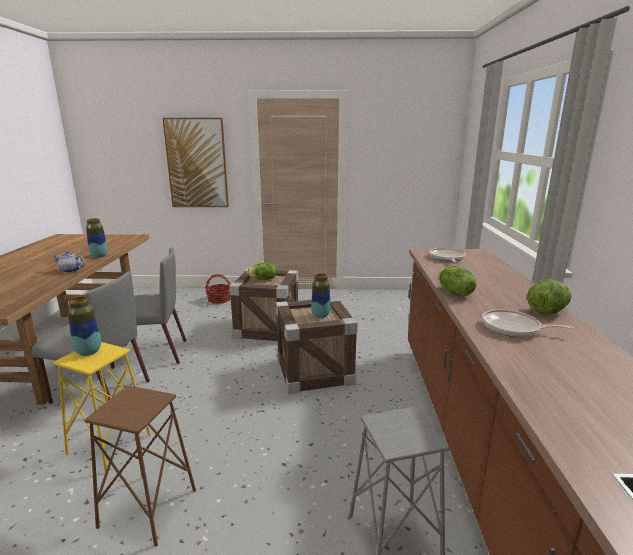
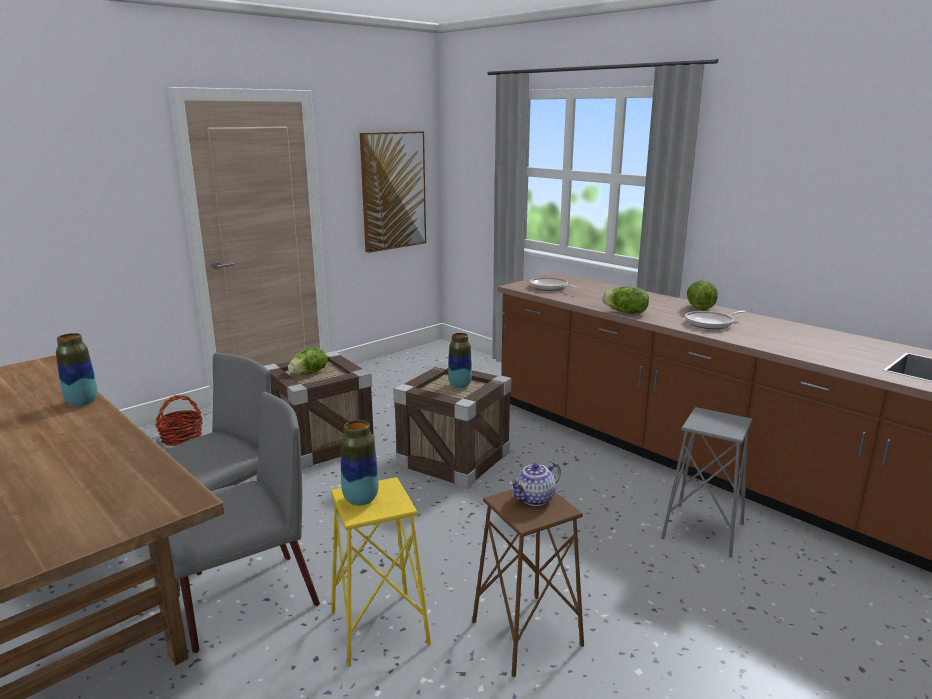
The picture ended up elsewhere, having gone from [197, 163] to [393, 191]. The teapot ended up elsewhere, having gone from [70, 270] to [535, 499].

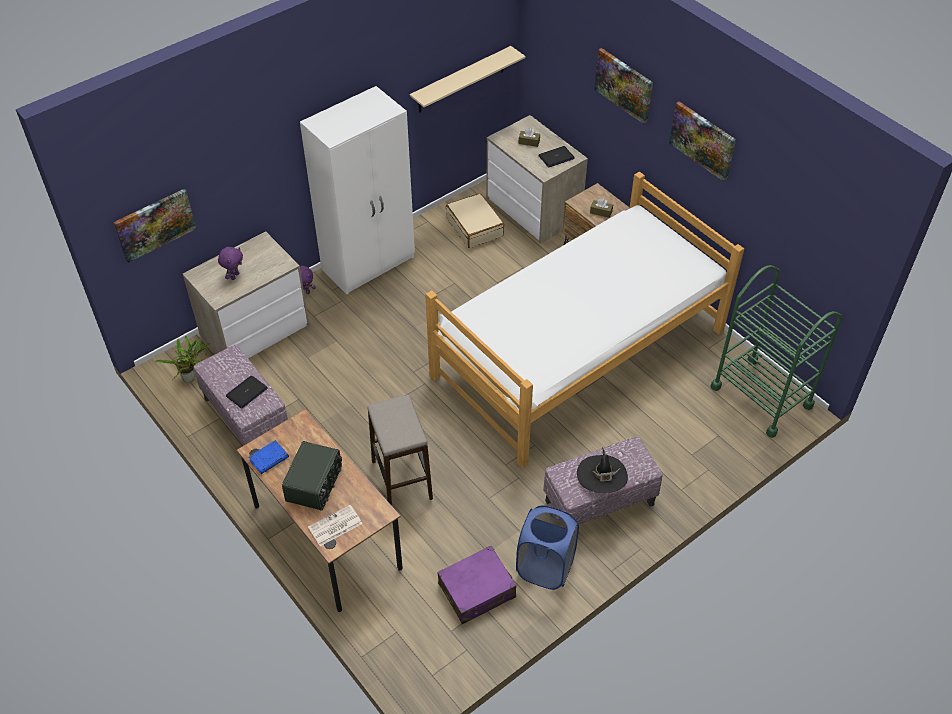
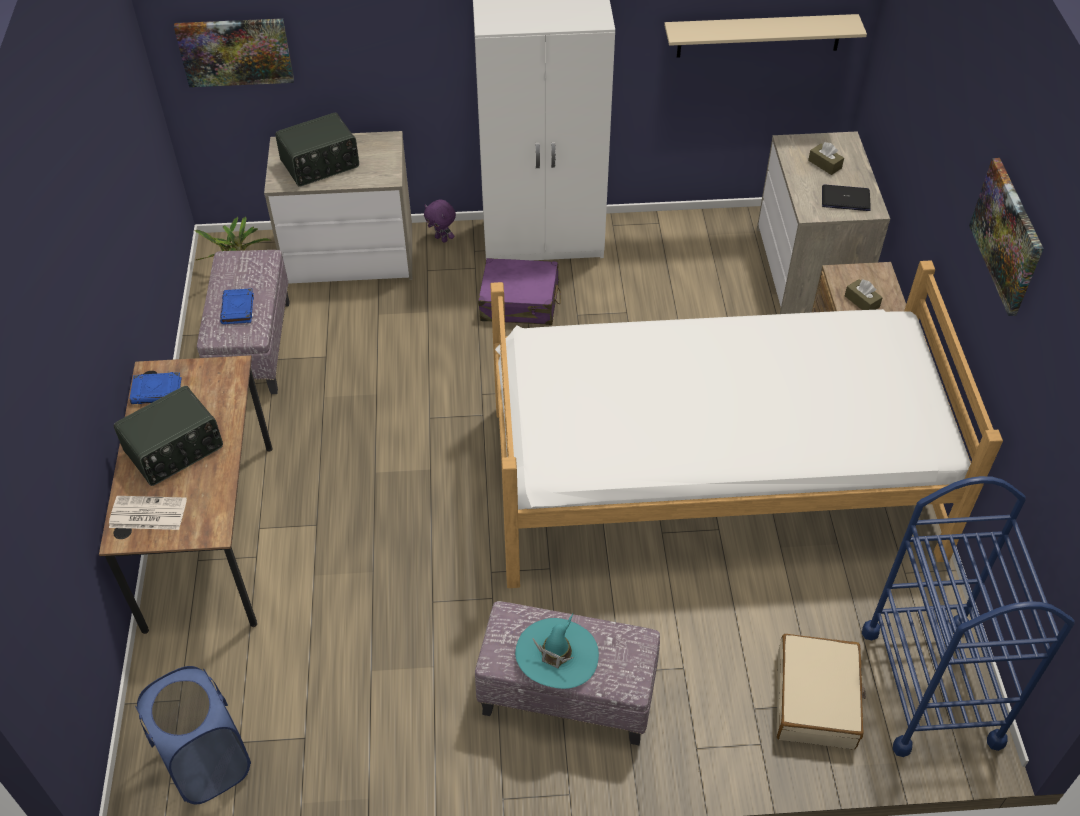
The blue laundry basket ended up elsewhere, having gone from [545, 567] to [207, 762]. Where the laptop stood at [246, 392], the blue book came to stand at [238, 309]. Where the purple plush toy stood at [234, 276], the radio came to stand at [320, 165]. The purple suitcase ended up elsewhere, having gone from [477, 590] to [520, 302]. What was the black hat at [602, 476] turned into the turquoise hat at [557, 655]. The beige suitcase ended up elsewhere, having gone from [475, 227] to [816, 699]. What was the green cart at [761, 396] turned into the blue cart at [931, 686]. The second view lost the stool at [402, 479]. The second view lost the picture at [624, 85].

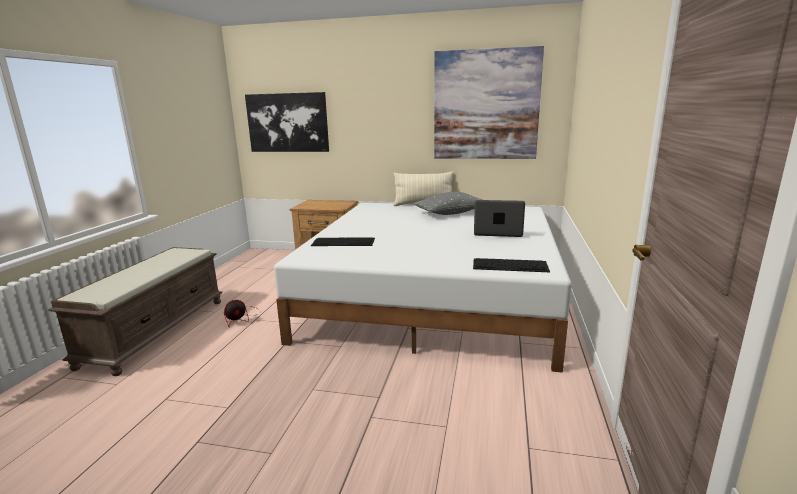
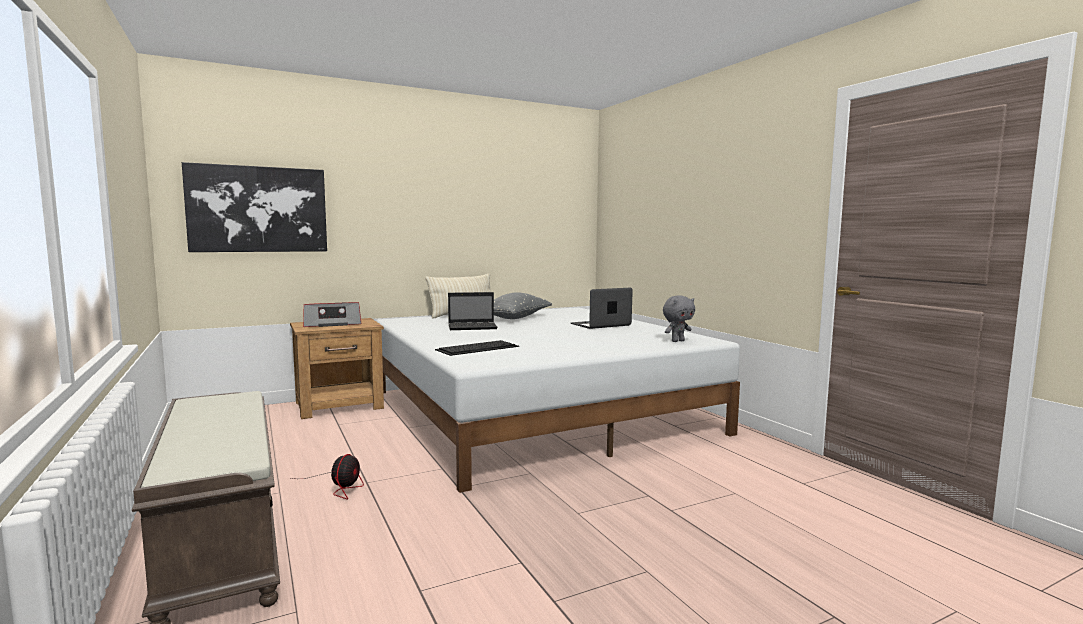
The second view gained the radio at [332, 324]. The second view gained the laptop at [473, 327]. Where the keyboard stood at [510, 265], the grey plush toy came to stand at [677, 341]. The second view lost the picture at [485, 105].

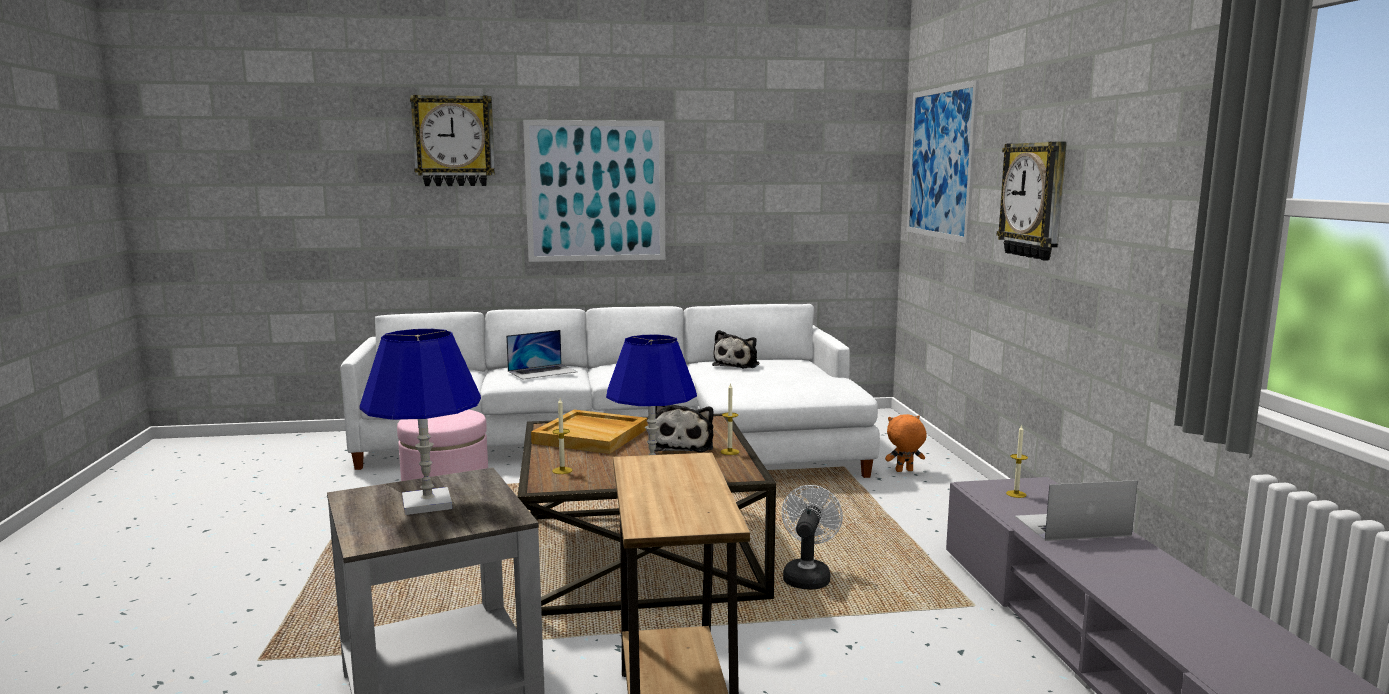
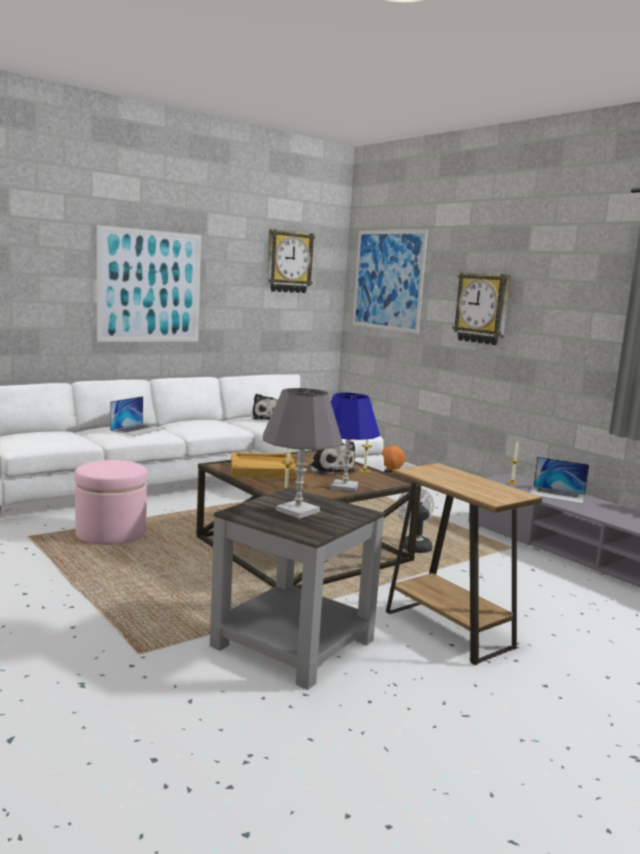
What was the blue table lamp at [427, 503] turned into the grey table lamp at [298, 511]. The wall clock ended up elsewhere, having gone from [454, 141] to [288, 262]. The laptop at [1071, 526] ended up facing another way, 120 degrees counterclockwise from before.

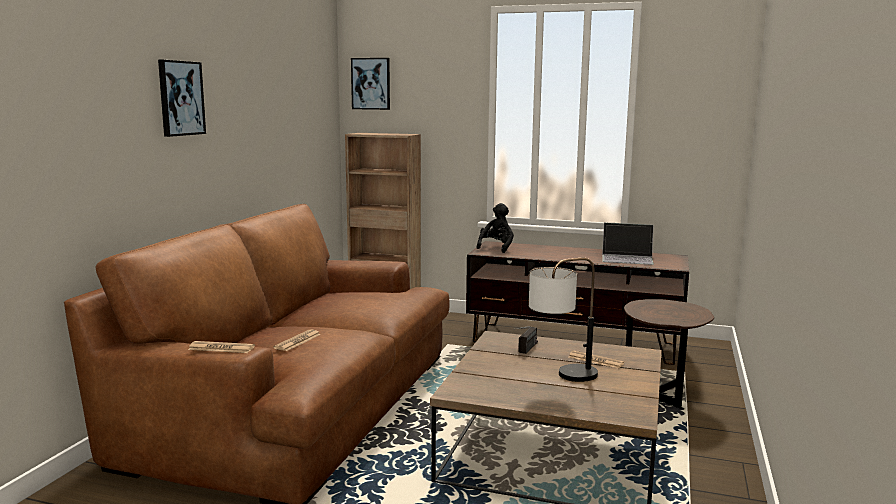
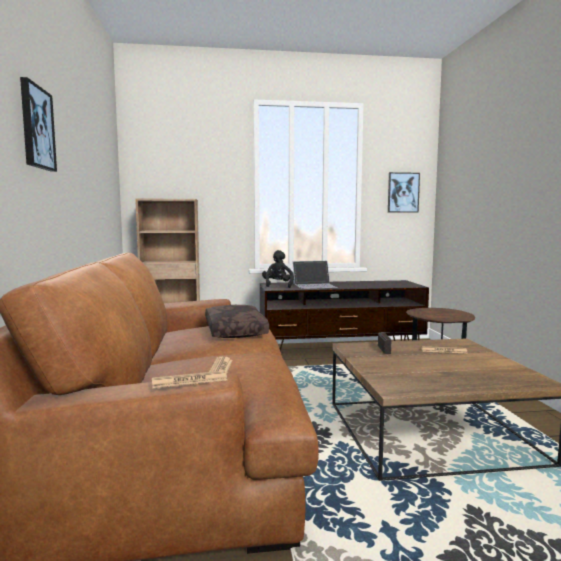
The second view gained the brown pillow at [233, 330]. The laptop ended up elsewhere, having gone from [627, 258] to [315, 285]. The picture ended up elsewhere, having gone from [371, 83] to [403, 192]. The second view lost the table lamp at [561, 377].

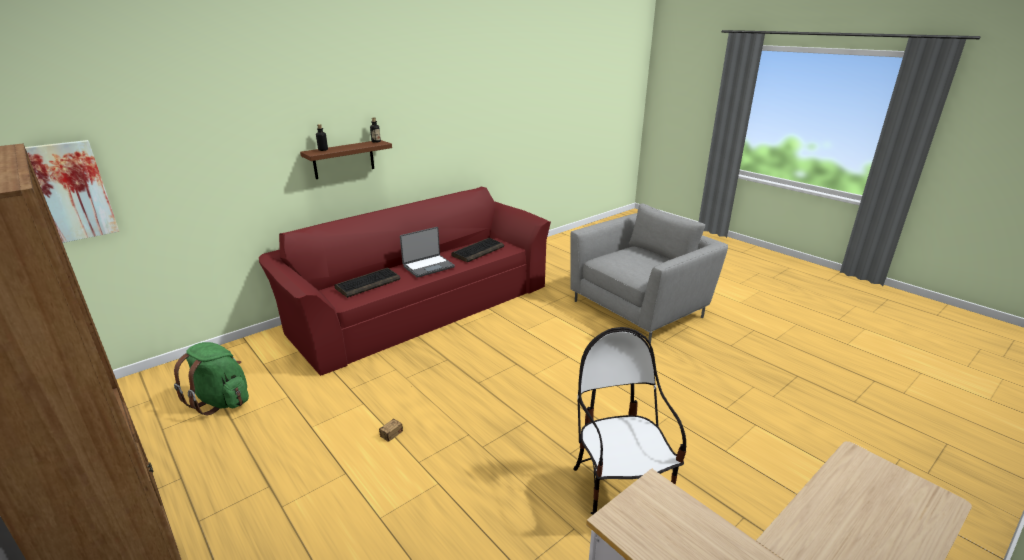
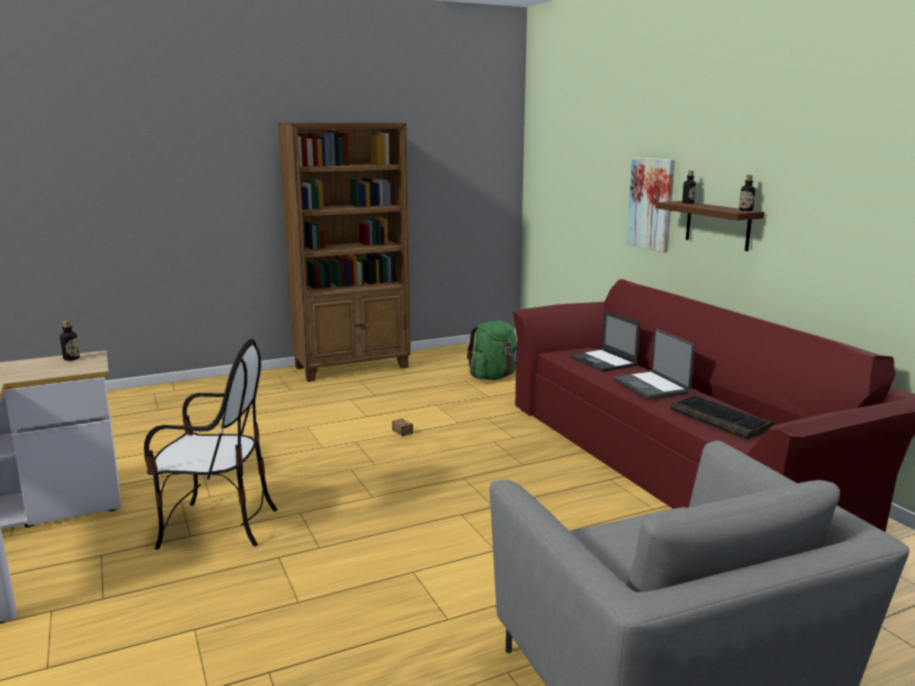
The second view gained the bottle at [71, 358]. Where the keyboard stood at [368, 283], the laptop came to stand at [603, 361]. The picture ended up elsewhere, having gone from [66, 192] to [651, 204].

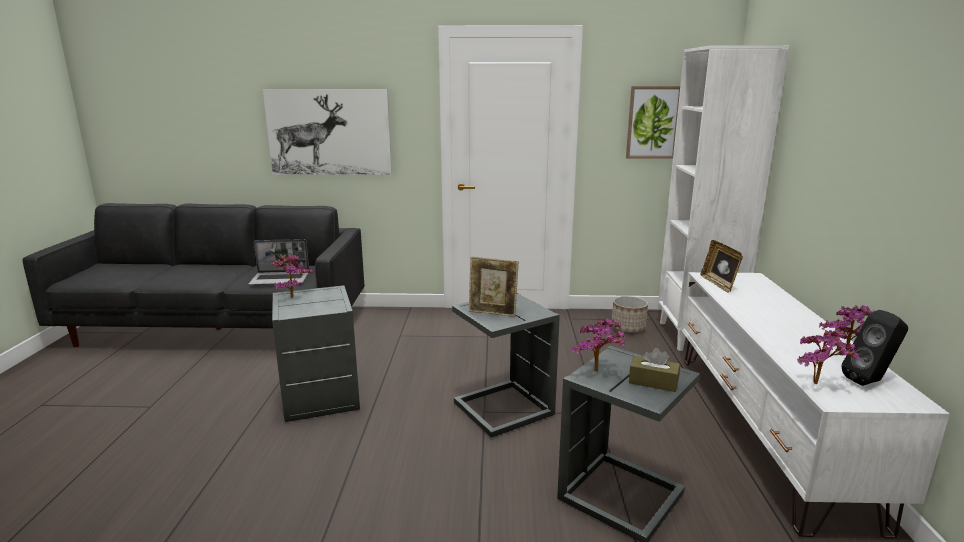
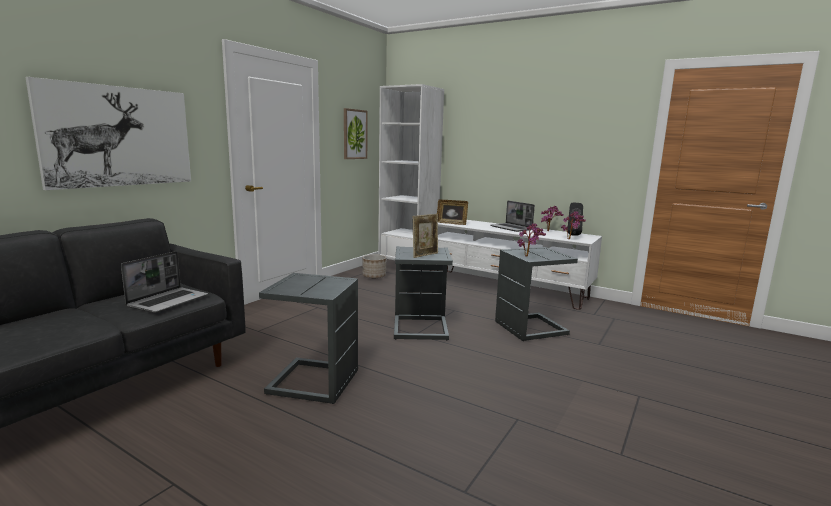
The second view gained the laptop at [511, 228]. The second view lost the potted plant at [291, 296]. The second view lost the brown tissue box at [653, 382].

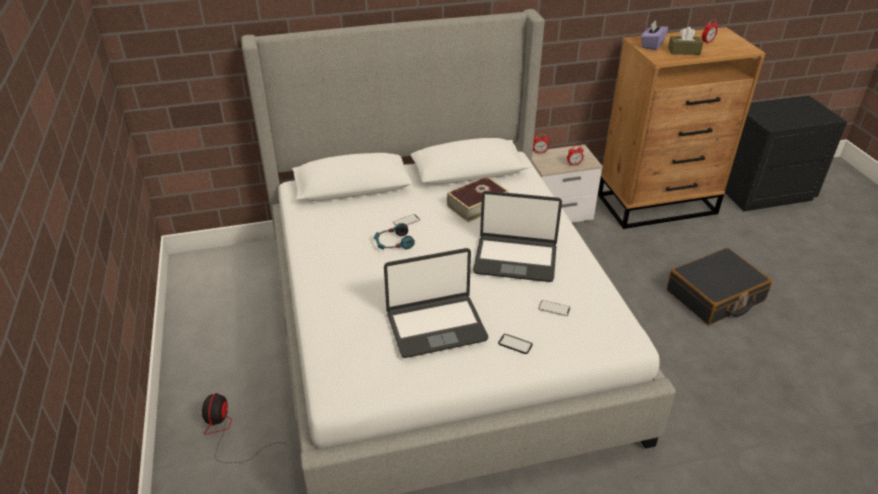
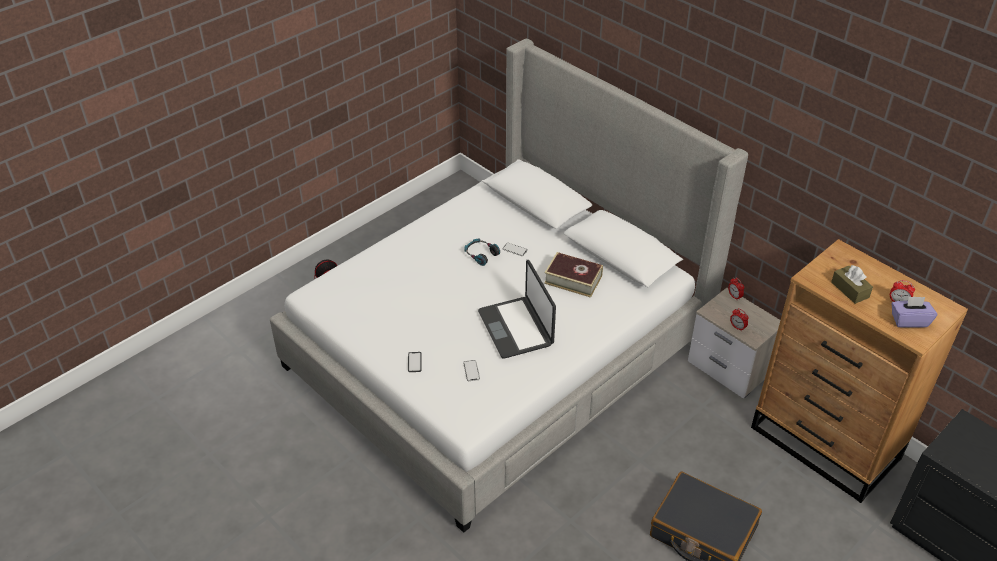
The purple tissue box ended up elsewhere, having gone from [652, 45] to [909, 320]. The second view lost the laptop at [436, 326].

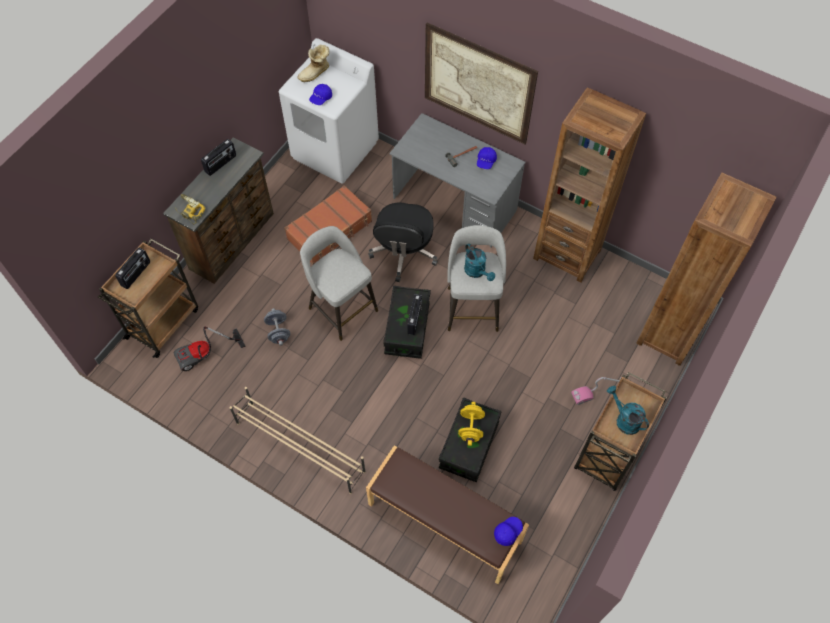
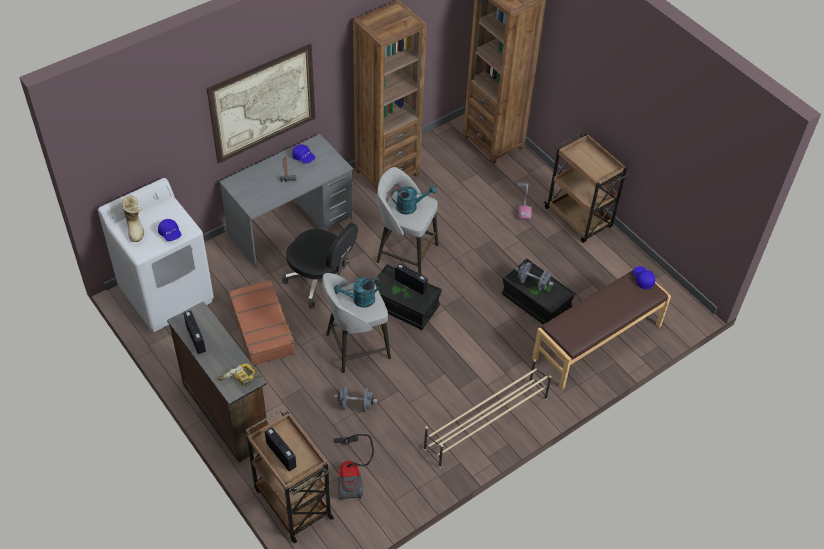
The turquoise watering can ended up elsewhere, having gone from [624, 419] to [359, 300]. What was the yellow dumbbell at [471, 428] turned into the grey dumbbell at [532, 283].

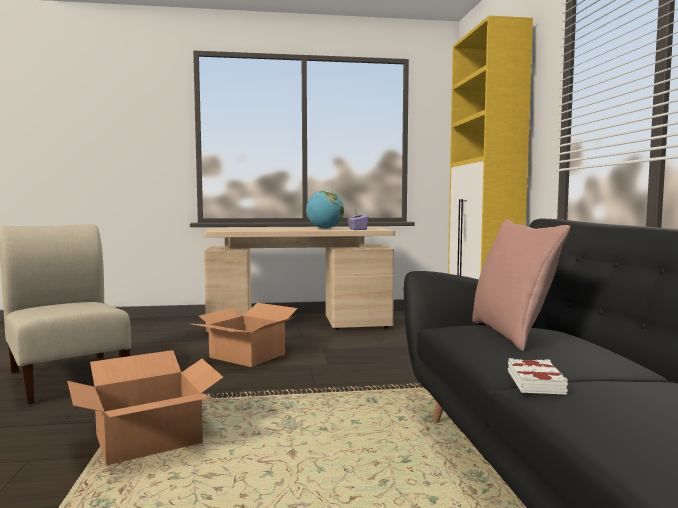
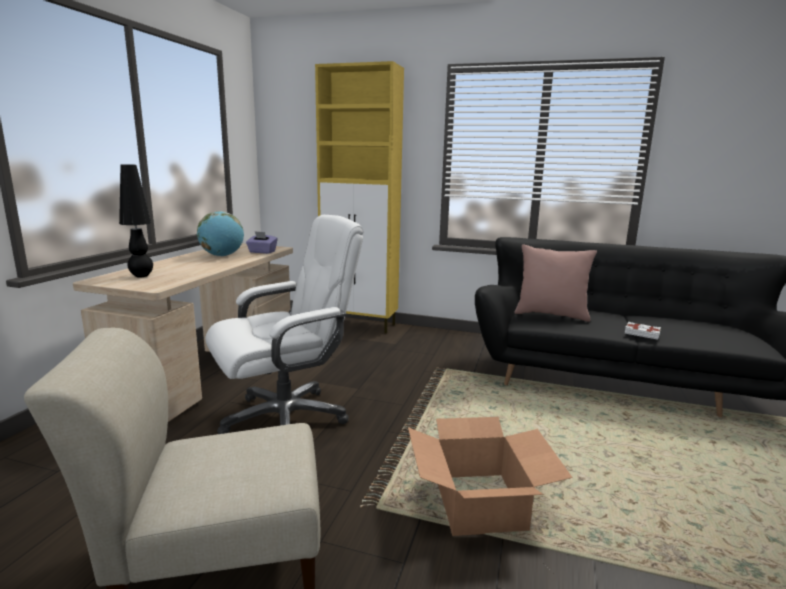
The second view gained the black table lamp at [141, 276]. Where the cardboard box stood at [247, 356], the white office chair came to stand at [286, 418].

